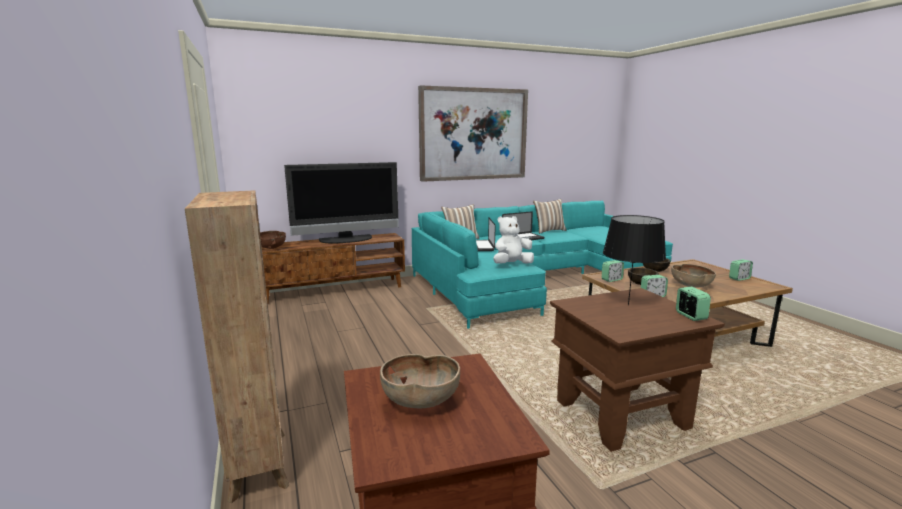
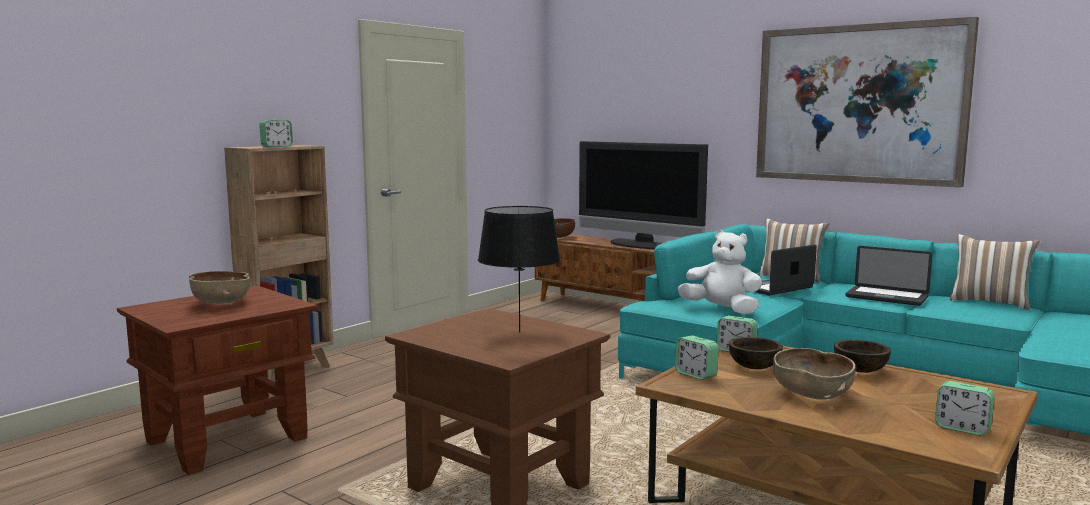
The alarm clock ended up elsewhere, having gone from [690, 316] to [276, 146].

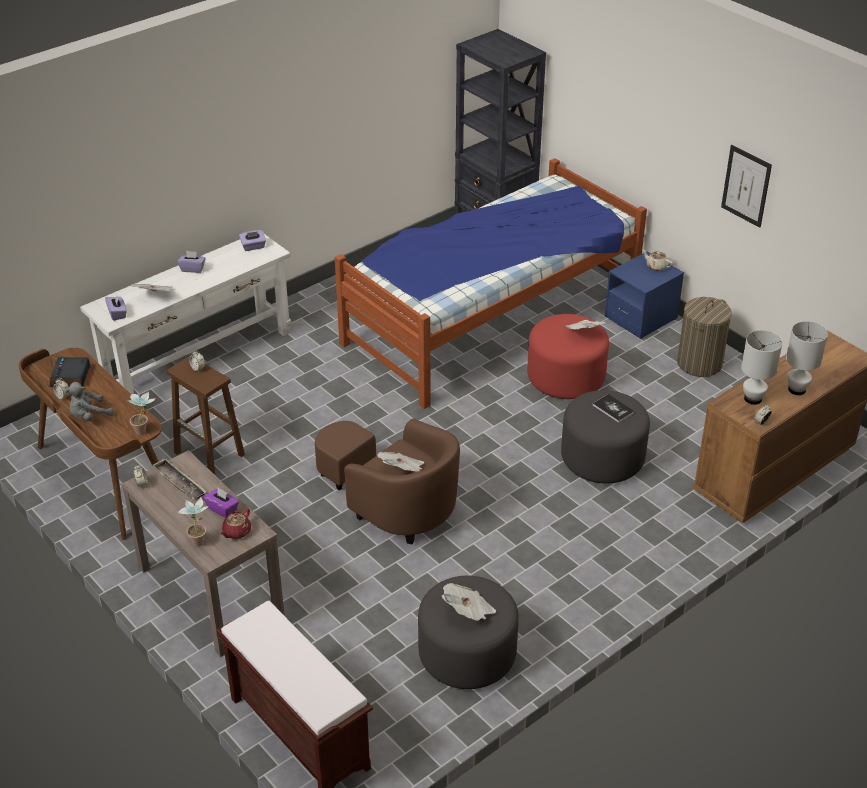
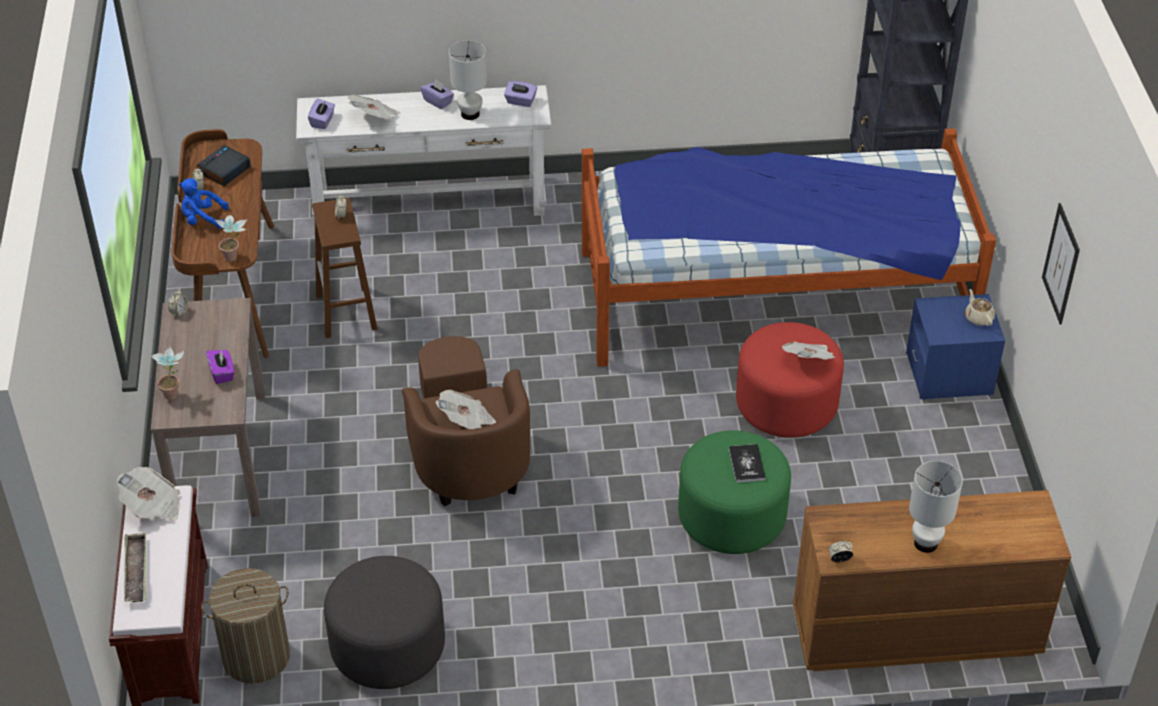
The newspaper ended up elsewhere, having gone from [468, 612] to [153, 506]. The tray ended up elsewhere, having gone from [179, 482] to [136, 571]. What was the grey plush toy at [89, 416] turned into the blue plush toy at [203, 219]. The laundry basket ended up elsewhere, having gone from [699, 363] to [256, 657]. The white table lamp ended up elsewhere, having gone from [753, 399] to [470, 114]. What was the grey ottoman at [602, 458] turned into the green ottoman at [732, 517]. The second view lost the red teapot at [236, 532].

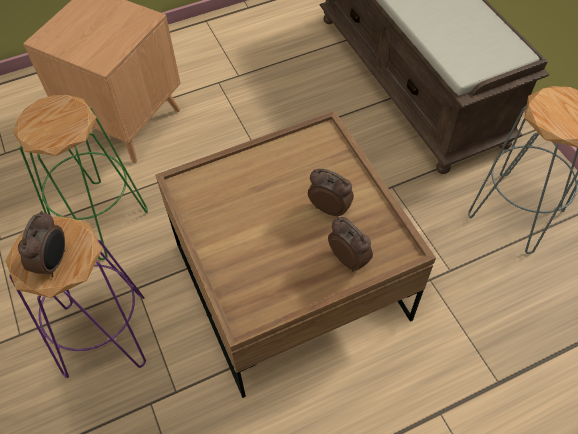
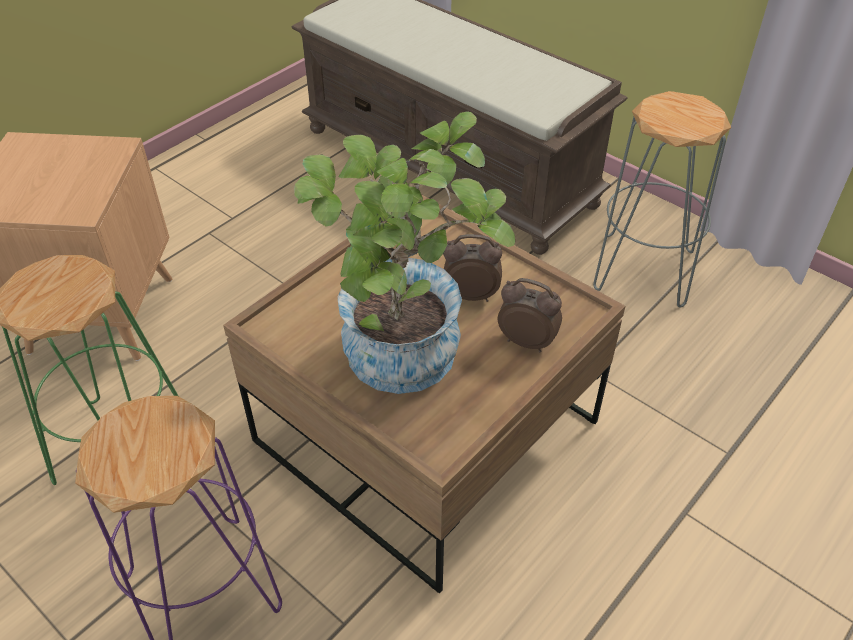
The second view gained the potted plant at [403, 365]. The second view lost the alarm clock at [54, 262].

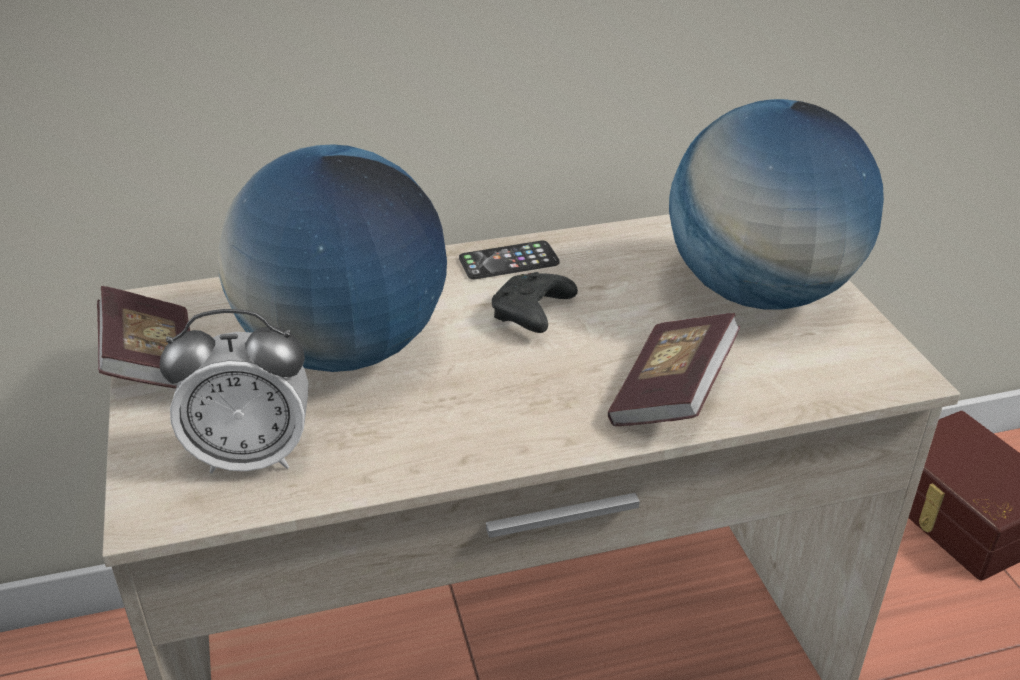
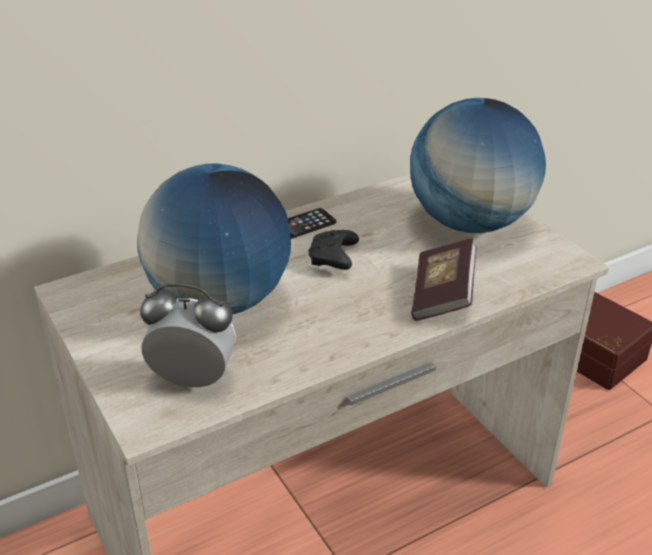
The alarm clock at [251, 456] ended up facing another way, 150 degrees counterclockwise from before. The second view lost the book at [152, 363].

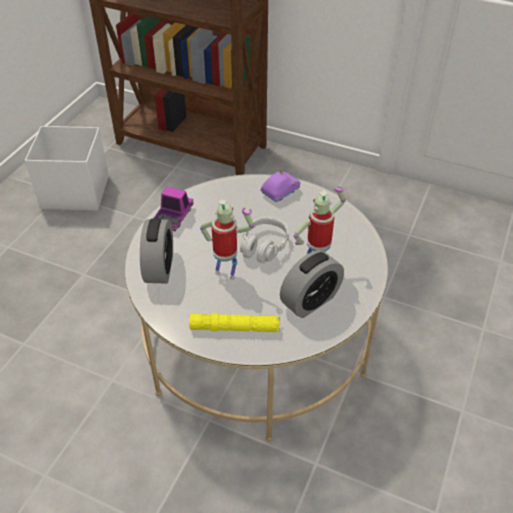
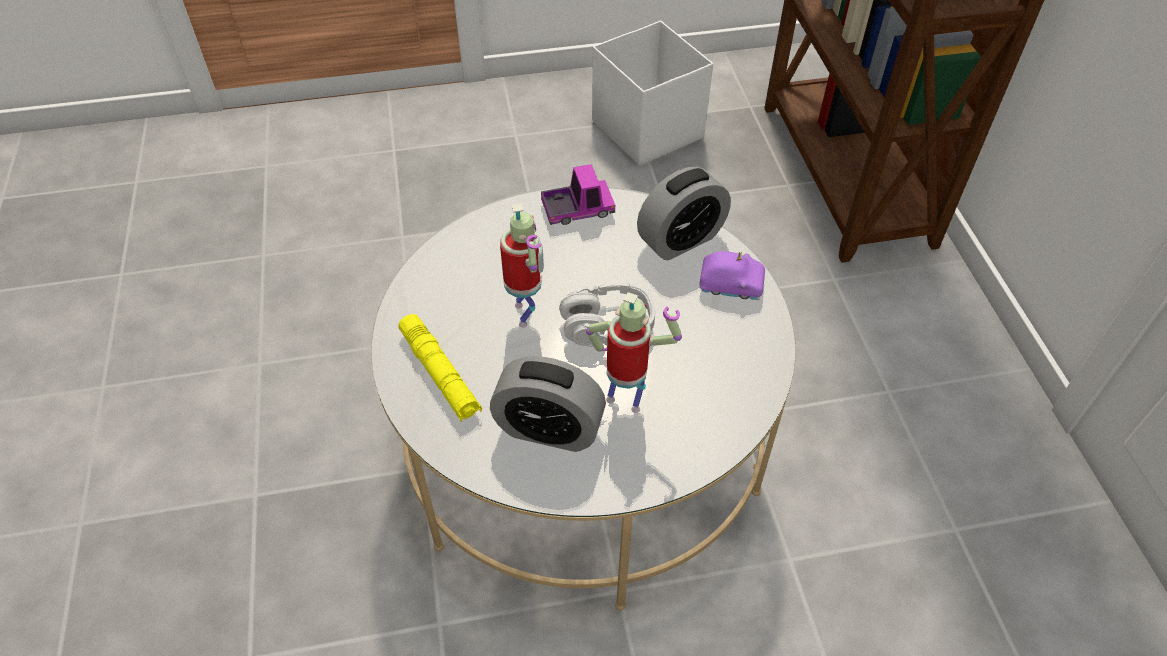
The alarm clock ended up elsewhere, having gone from [159, 268] to [681, 240].

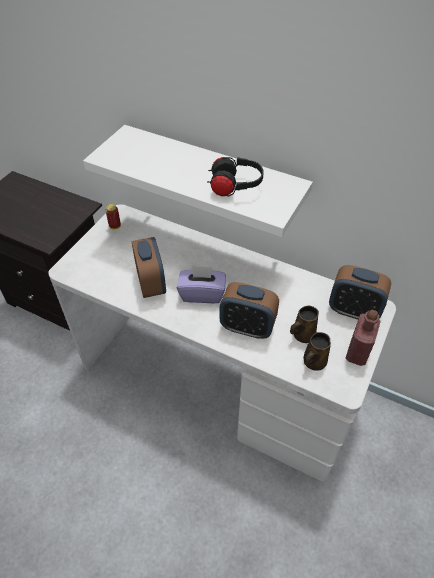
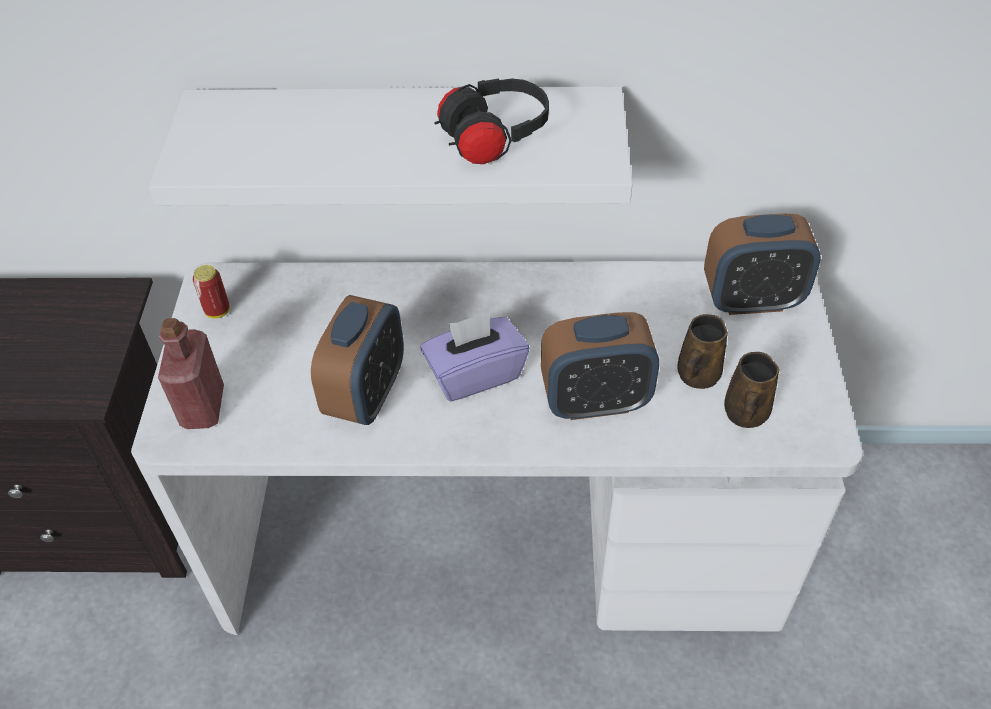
The red bottle ended up elsewhere, having gone from [357, 352] to [203, 407]. The alarm clock at [151, 284] ended up facing another way, 60 degrees clockwise from before.

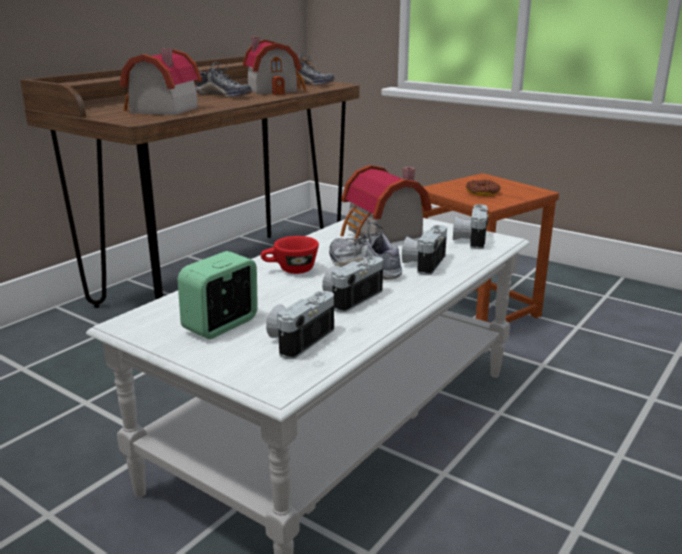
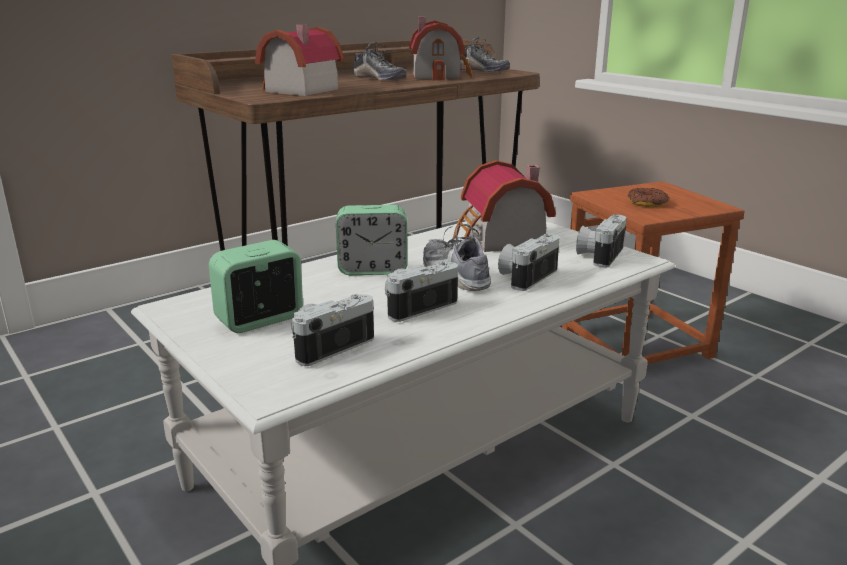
Where the red cup stood at [290, 270], the alarm clock came to stand at [372, 269].

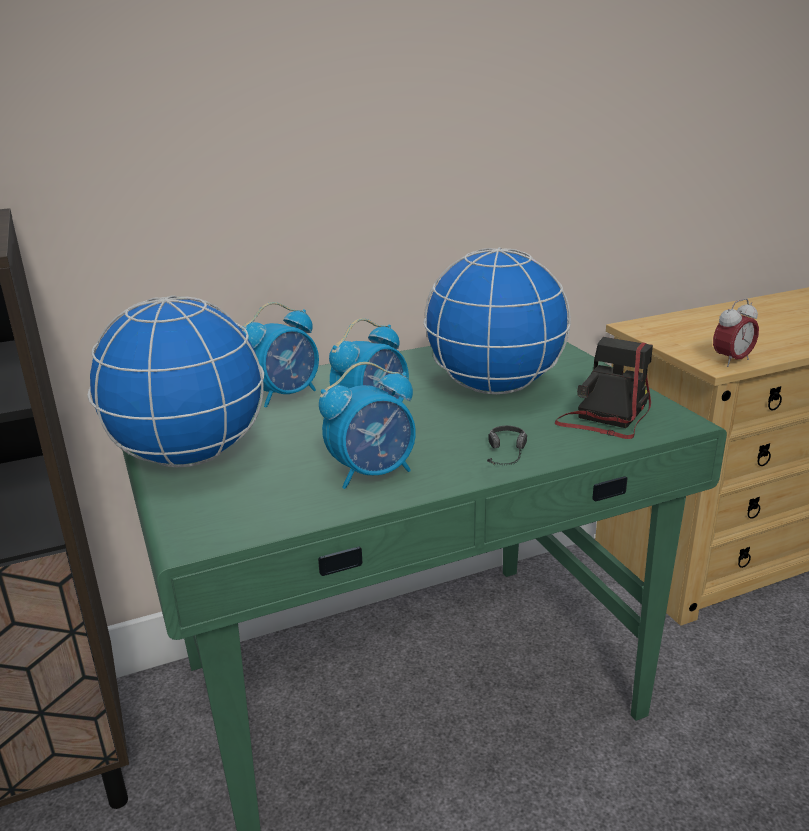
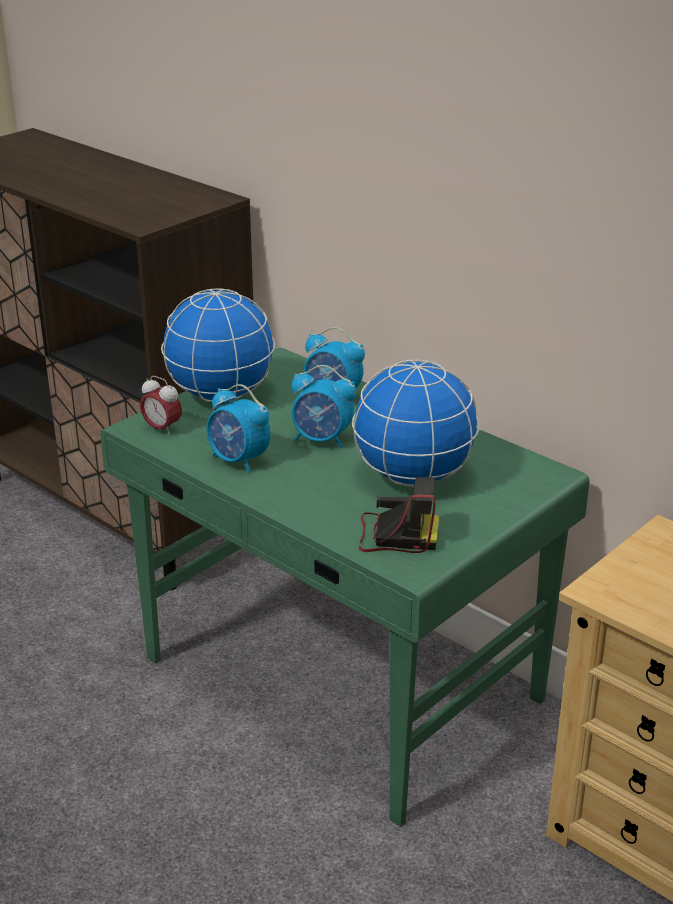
The alarm clock ended up elsewhere, having gone from [732, 361] to [162, 429]. The second view lost the headphones at [507, 459].

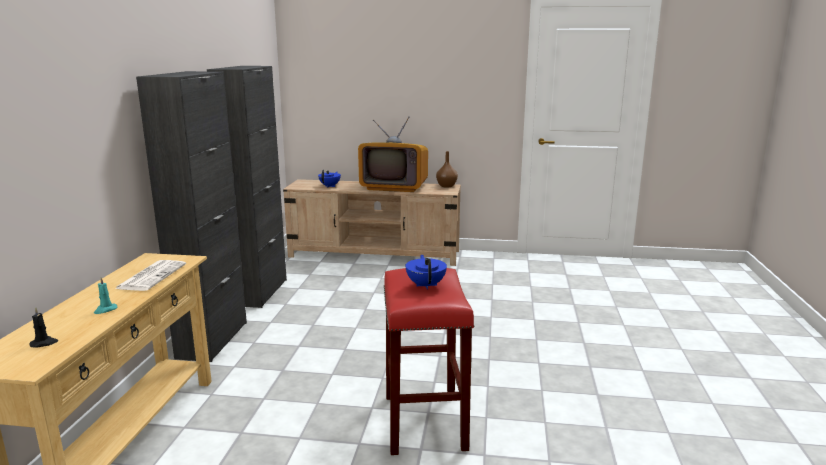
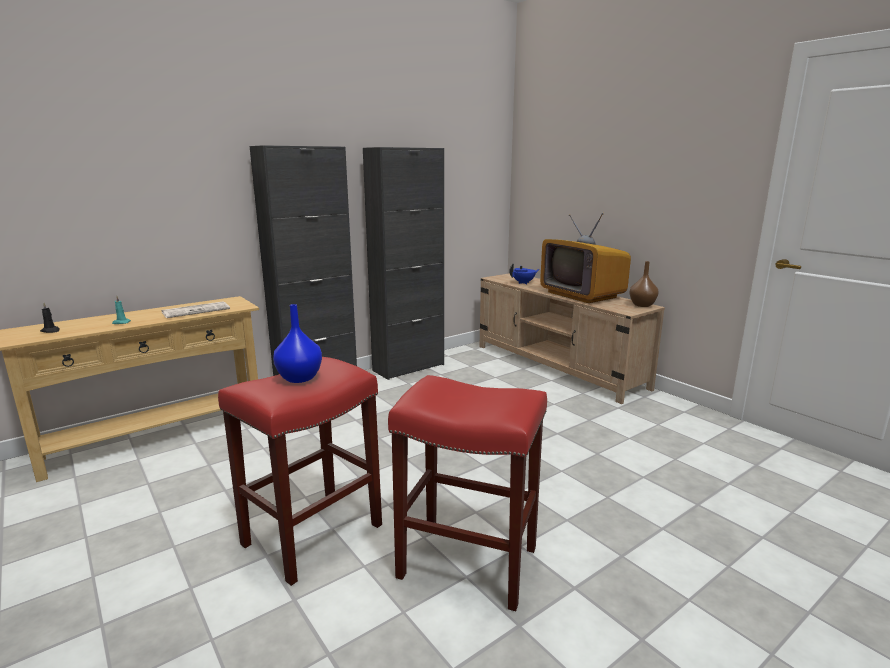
Where the blue teapot stood at [426, 285], the blue vase came to stand at [300, 378]. The second view gained the red stool at [466, 562].

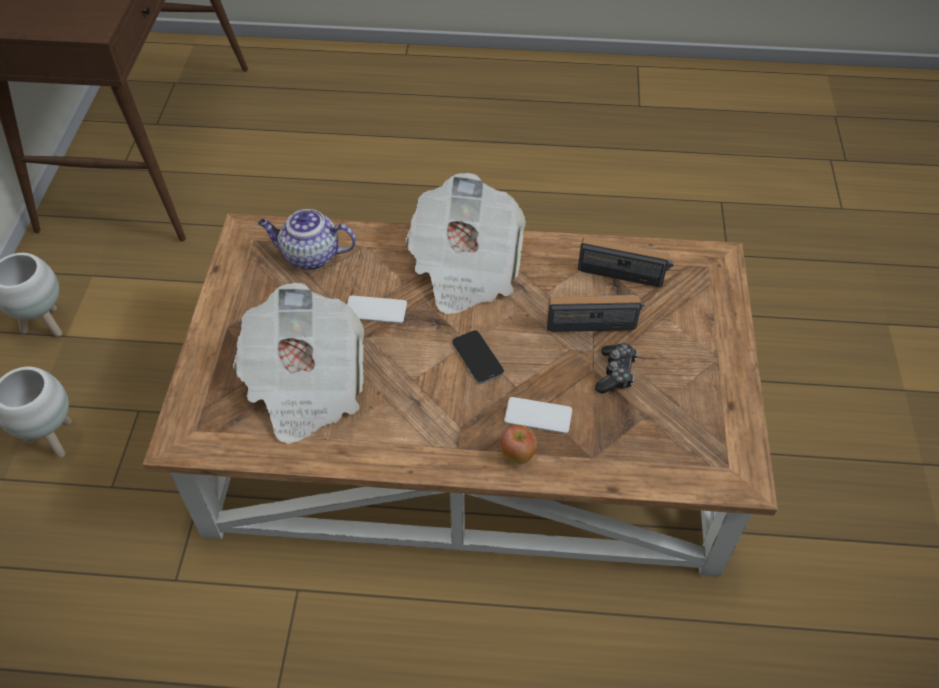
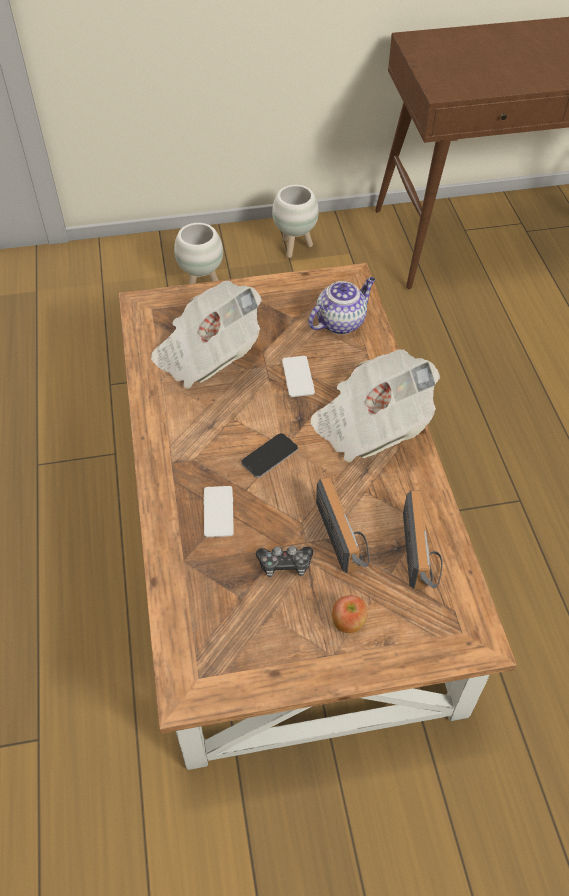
The teapot at [310, 256] ended up facing another way, 60 degrees clockwise from before. The apple ended up elsewhere, having gone from [517, 454] to [348, 623].

